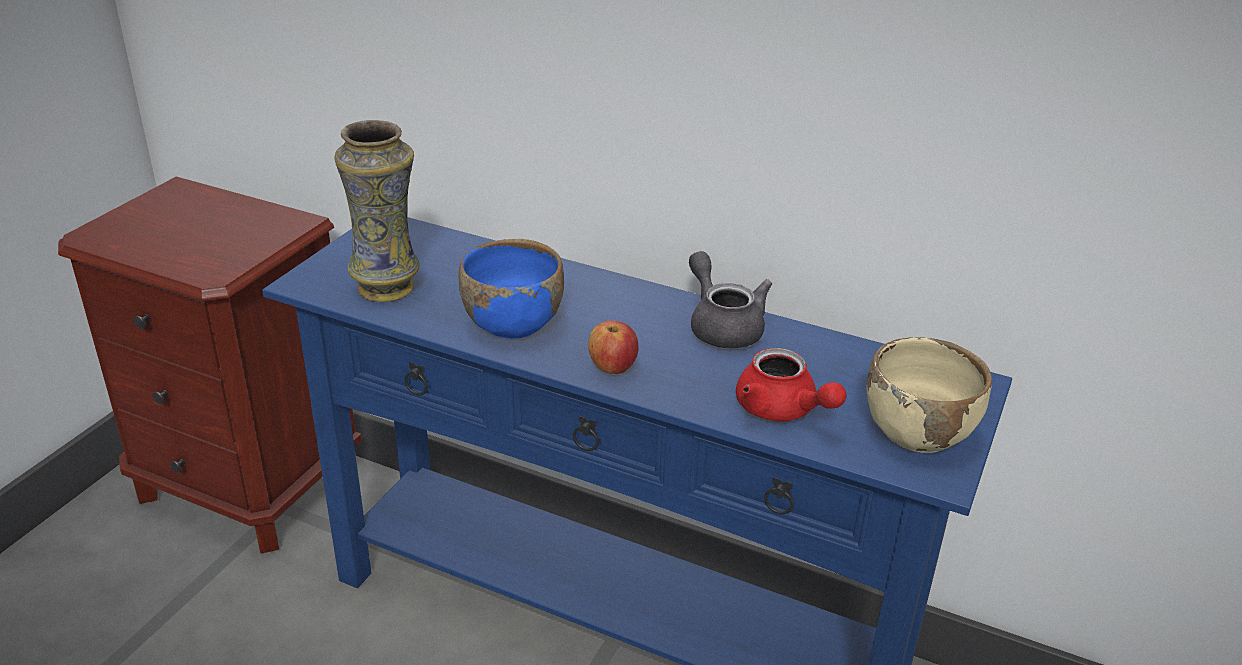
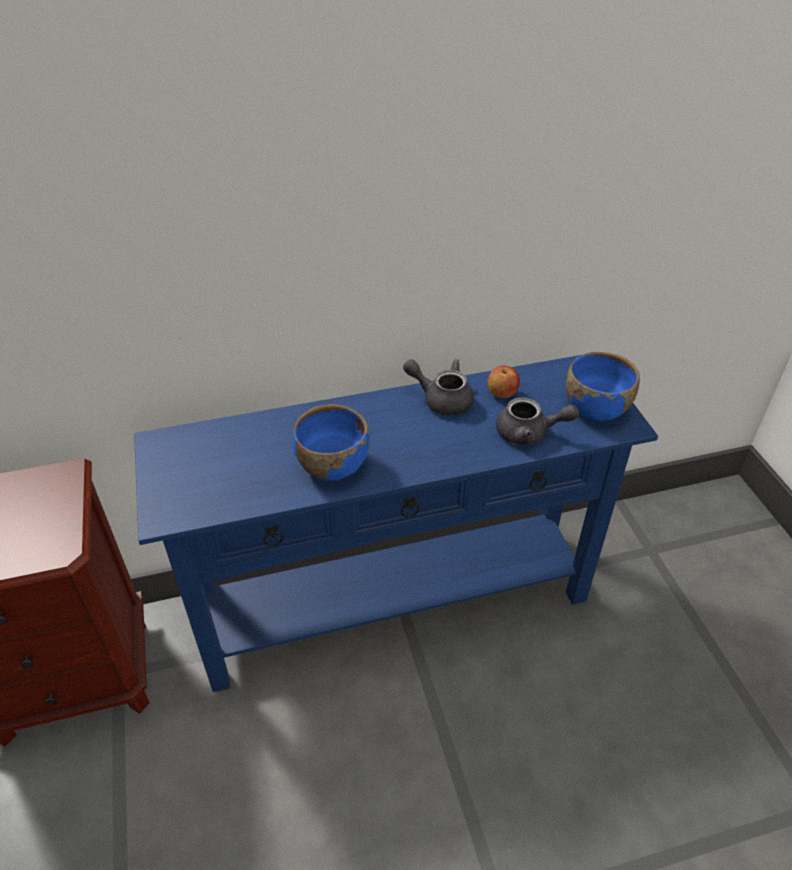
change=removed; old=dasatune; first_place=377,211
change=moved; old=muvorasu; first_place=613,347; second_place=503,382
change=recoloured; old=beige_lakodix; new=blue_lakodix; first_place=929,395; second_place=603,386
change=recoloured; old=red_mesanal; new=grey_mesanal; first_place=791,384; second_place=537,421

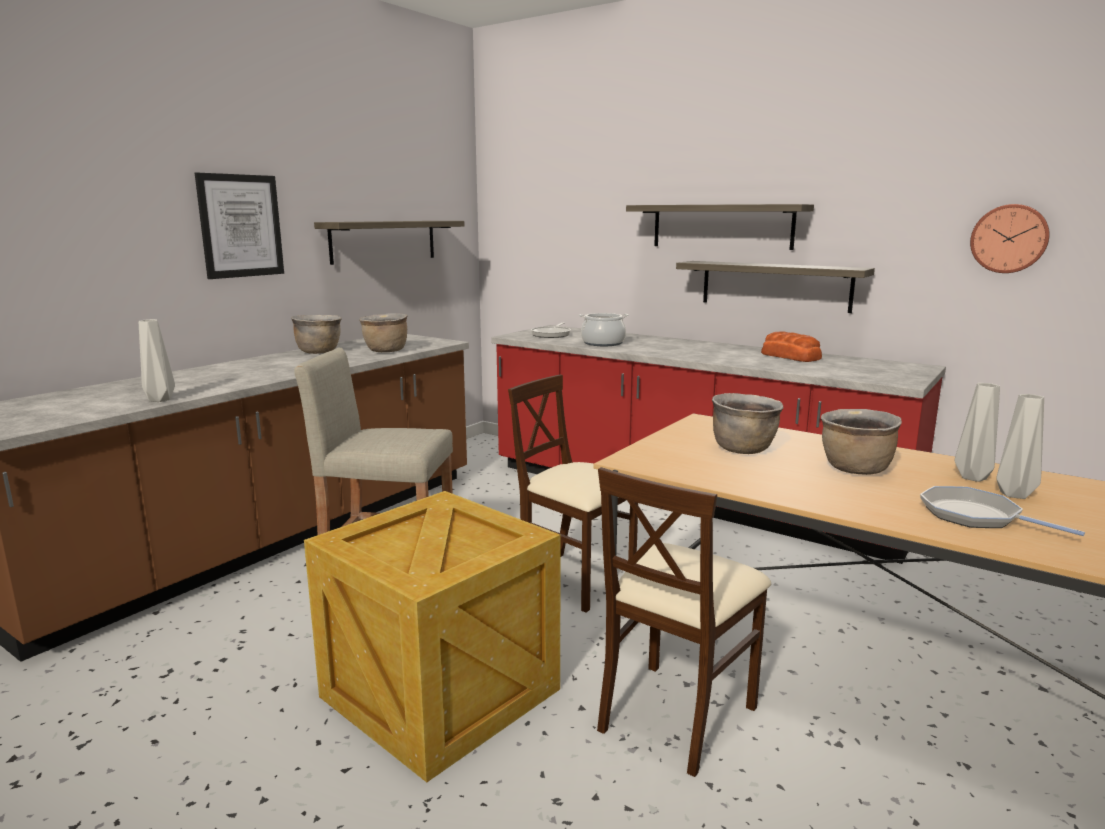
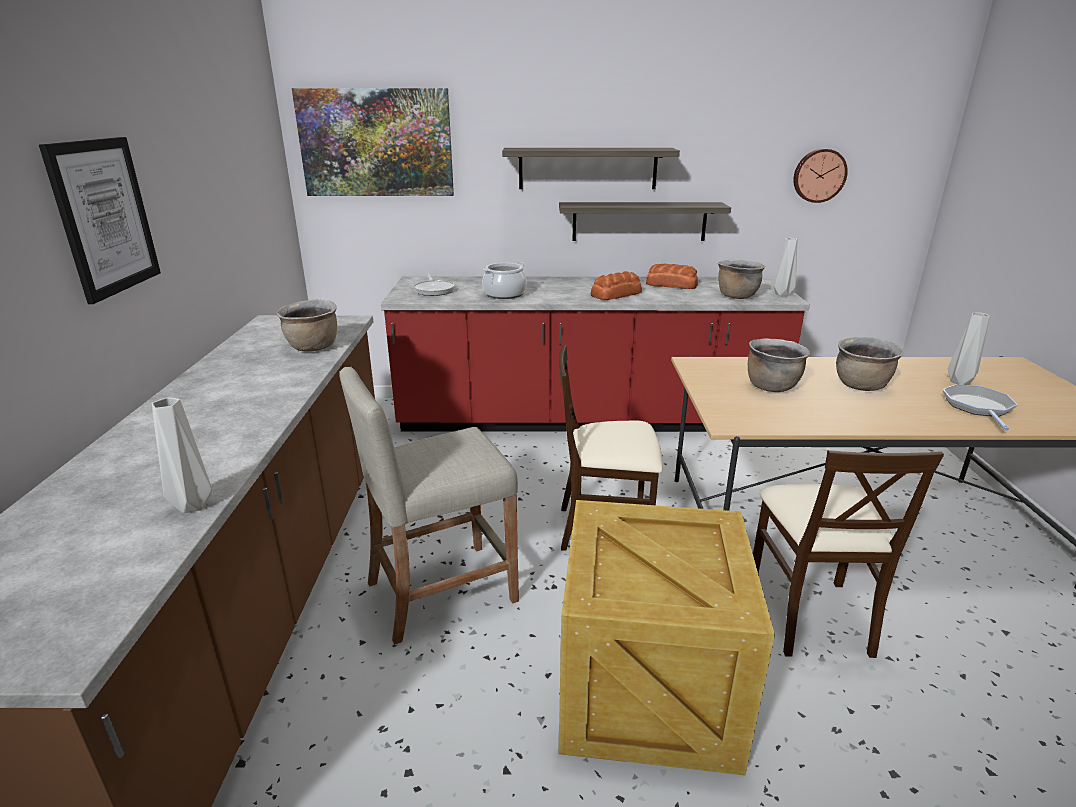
change=removed; old=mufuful; first_place=389,243
change=moved; old=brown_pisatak; first_place=316,334; second_place=741,279
change=moved; old=grey_dasatune; first_place=977,432; second_place=785,267
change=turned; old=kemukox; first_place=1002,511; second_place=980,407; degrees=90
change=added; new=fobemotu; second_place=373,142
change=added; new=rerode; second_place=616,285

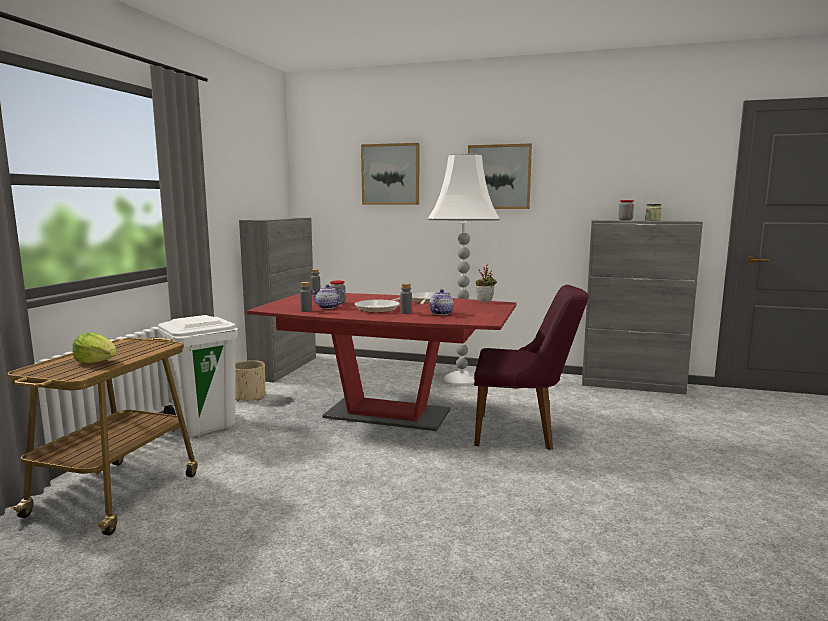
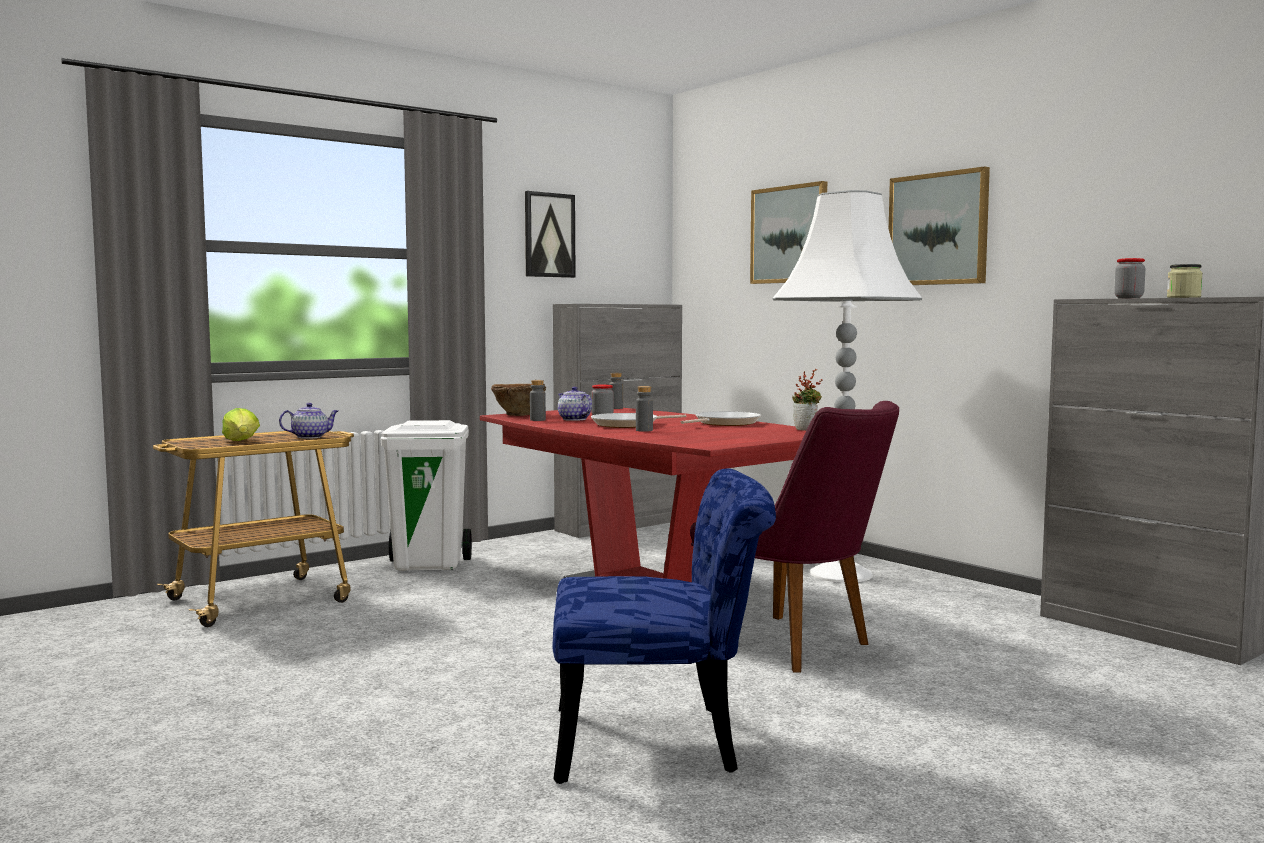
change=moved; old=mesanal; first_place=441,302; second_place=308,421
change=removed; old=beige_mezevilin; first_place=250,380
change=added; new=fobemotu; second_place=550,234
change=added; new=brown_lakodix; second_place=518,400
change=added; new=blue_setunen; second_place=664,626

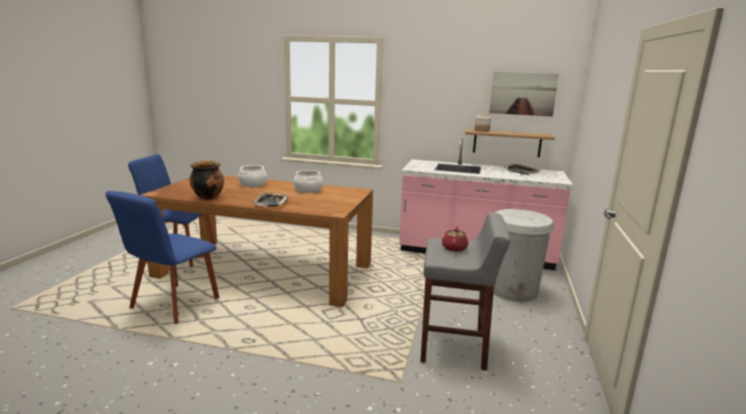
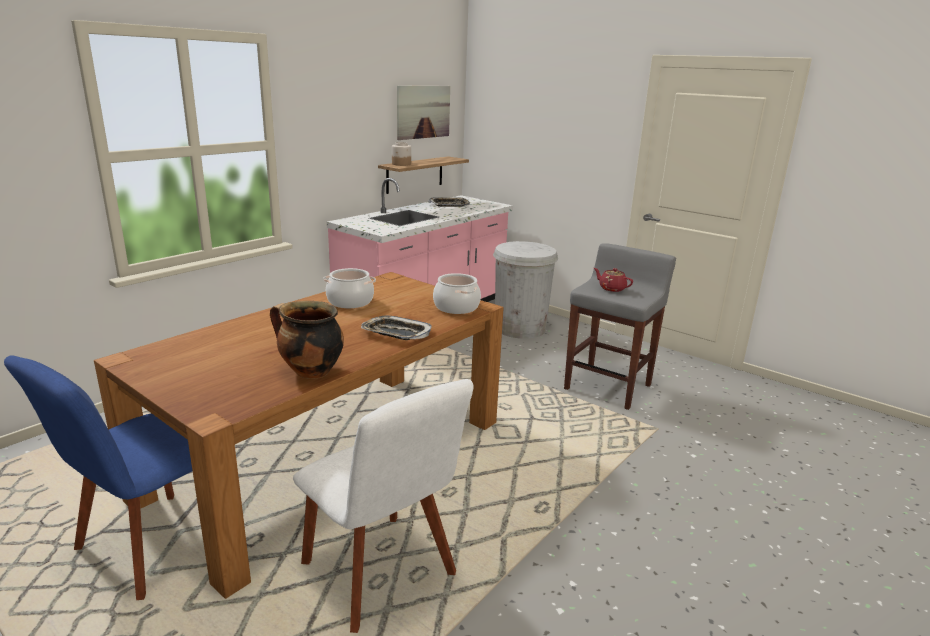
change=moved; old=pisatak; first_place=252,176; second_place=457,293
change=recoloured; old=blue_setunen; new=white_setunen; first_place=163,257; second_place=383,506

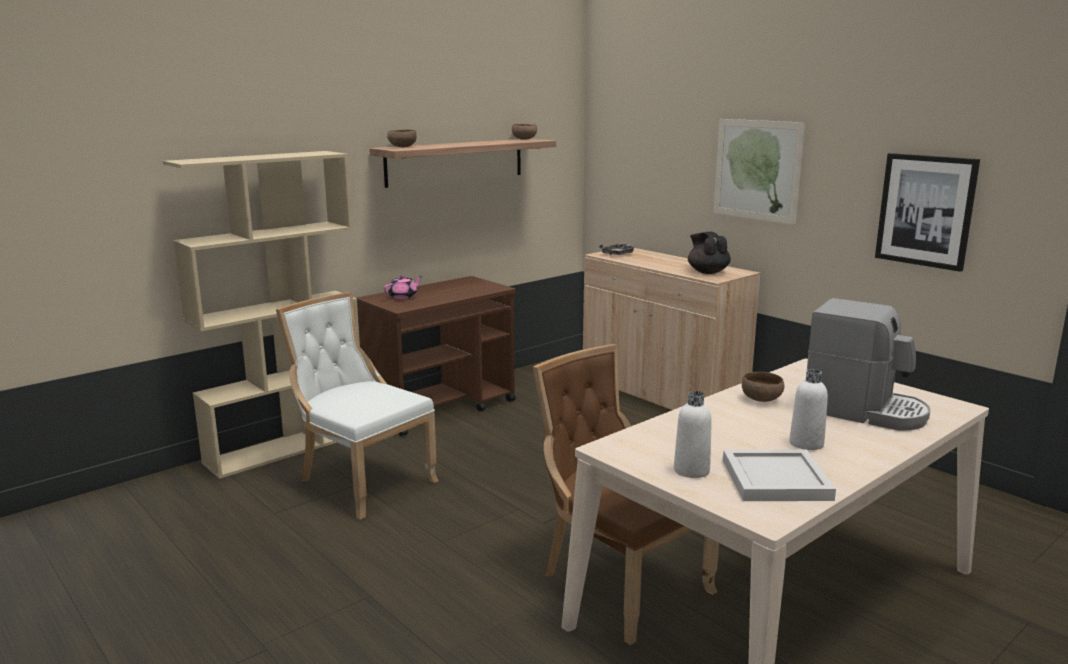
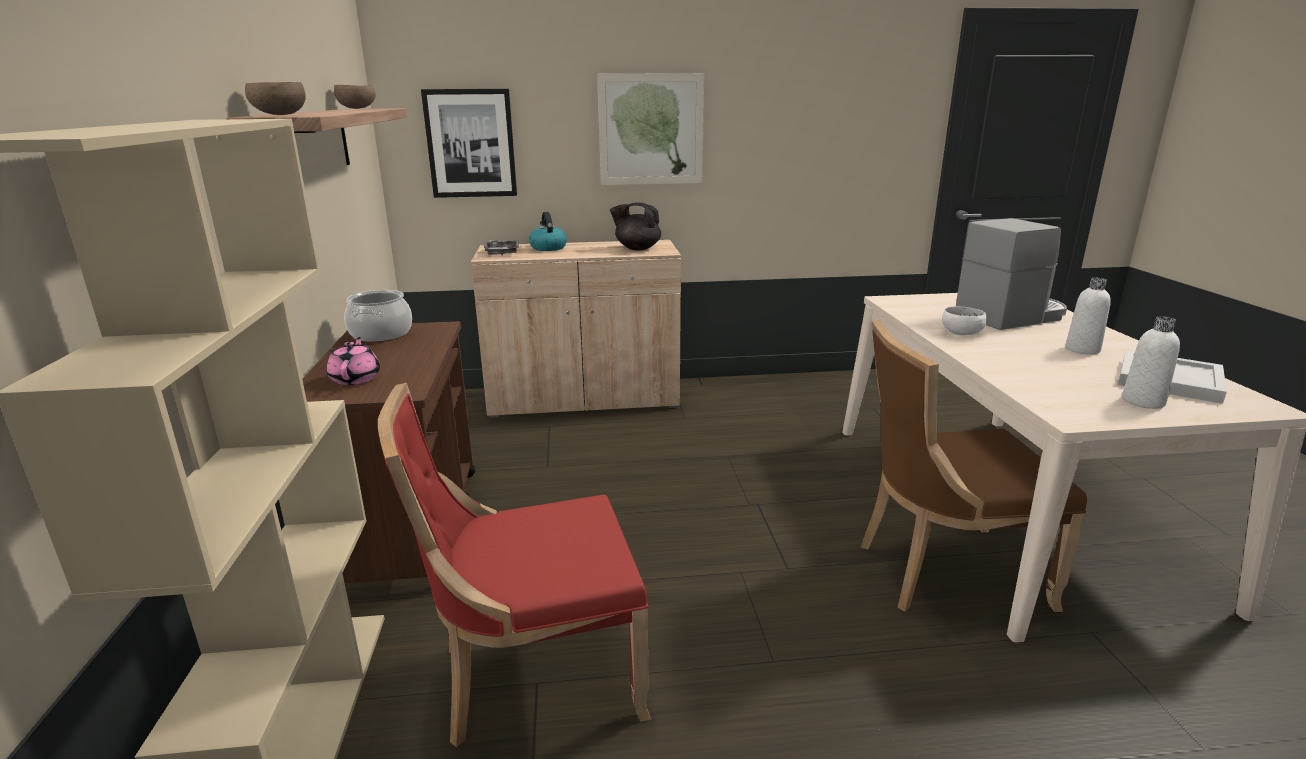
change=moved; old=fobemotu; first_place=927,212; second_place=469,143
change=recoloured; old=white_setunen; new=red_setunen; first_place=357,406; second_place=514,565
change=recoloured; old=brown_lakodix; new=white_lakodix; first_place=763,387; second_place=964,320
change=added; new=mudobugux; second_place=548,231
change=added; new=pisatak; second_place=378,316

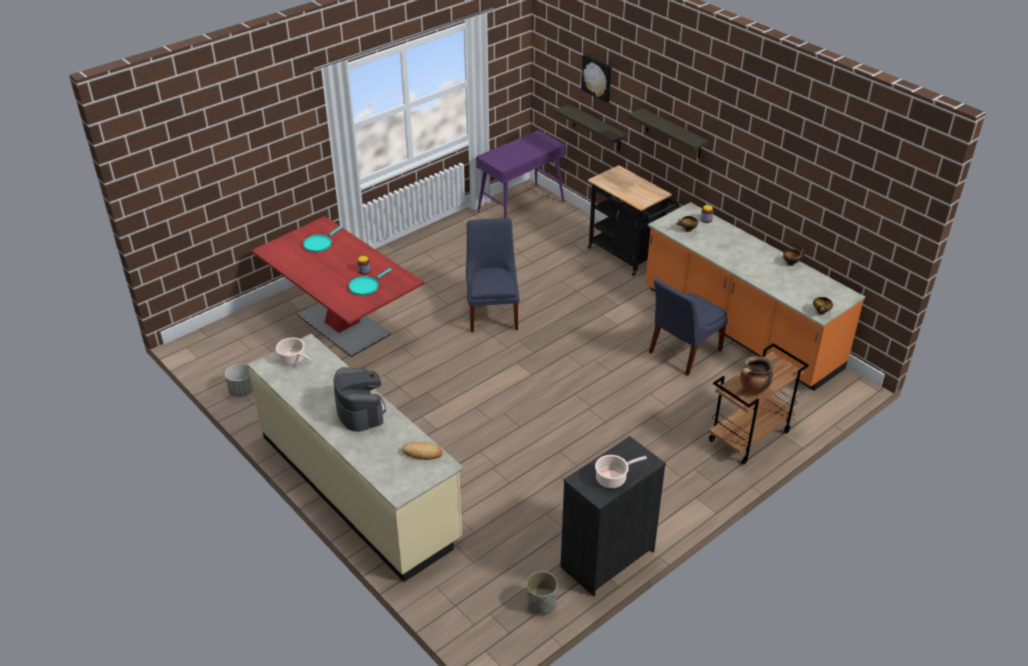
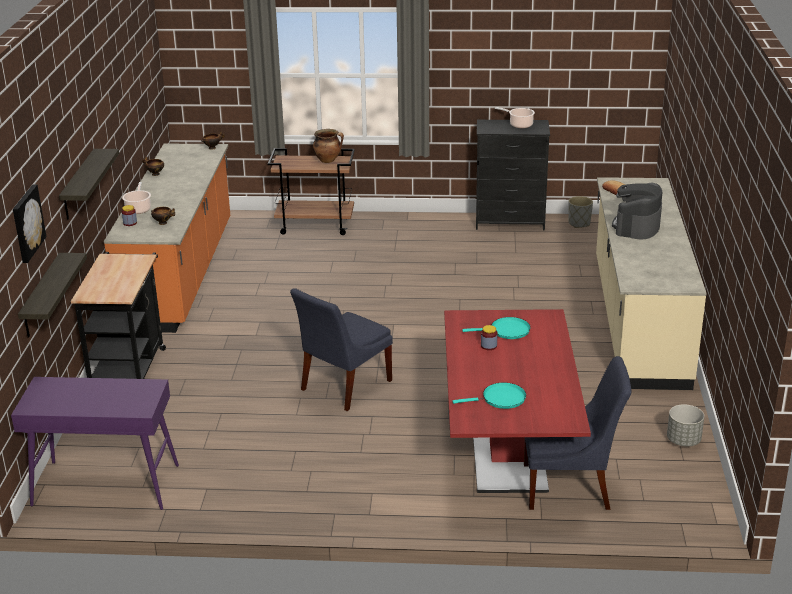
change=moved; old=blue_setunen; first_place=688,327; second_place=578,433
change=moved; old=pisatak; first_place=294,351; second_place=136,198

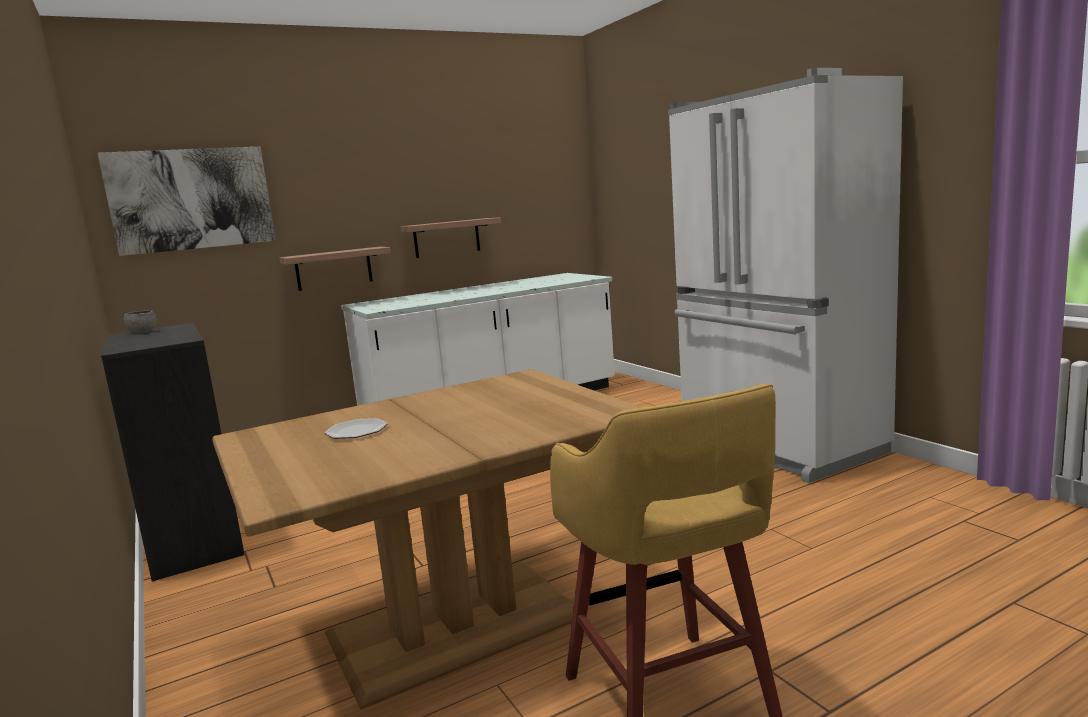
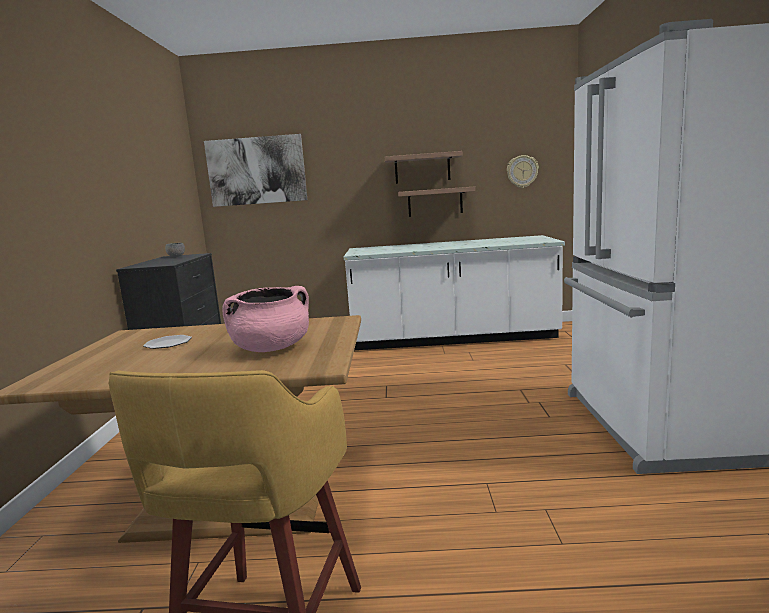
change=moved; old=mufuful; first_place=335,269; second_place=423,167
change=added; new=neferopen; second_place=523,171
change=added; new=pink_pisatak; second_place=265,319

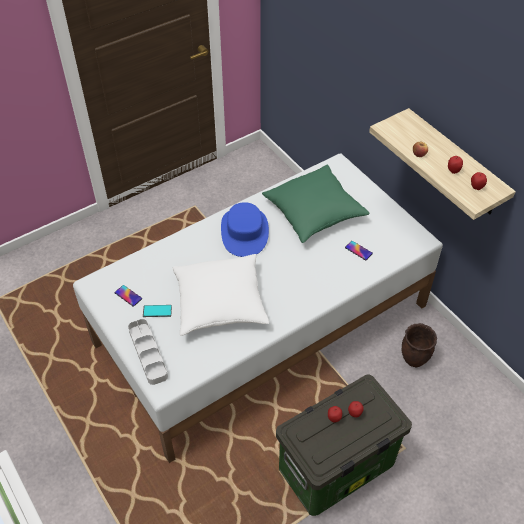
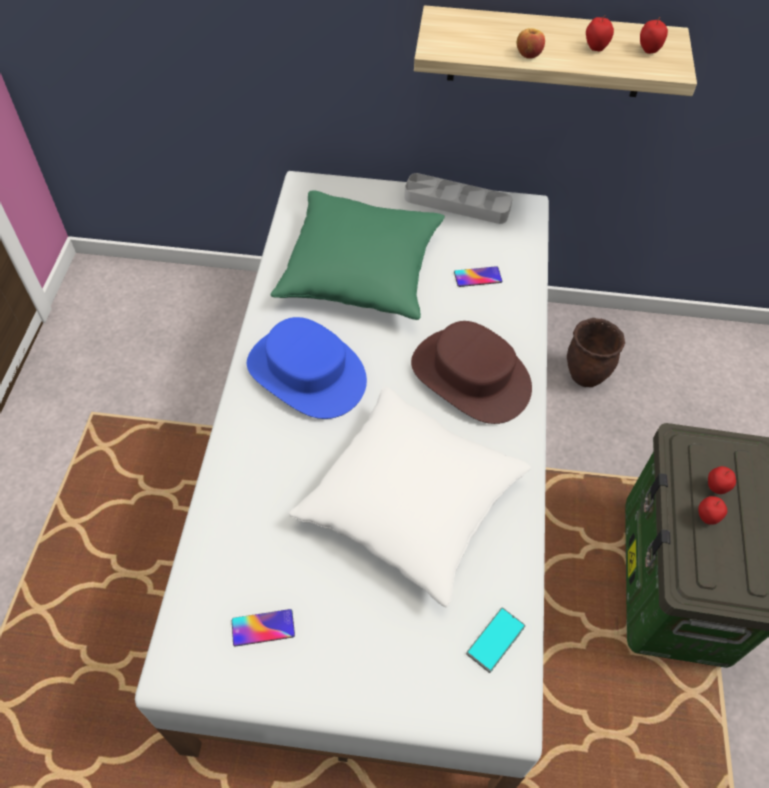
change=moved; old=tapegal; first_place=157,311; second_place=495,640
change=moved; old=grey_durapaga; first_place=148,352; second_place=458,198
change=added; new=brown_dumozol; second_place=471,372

